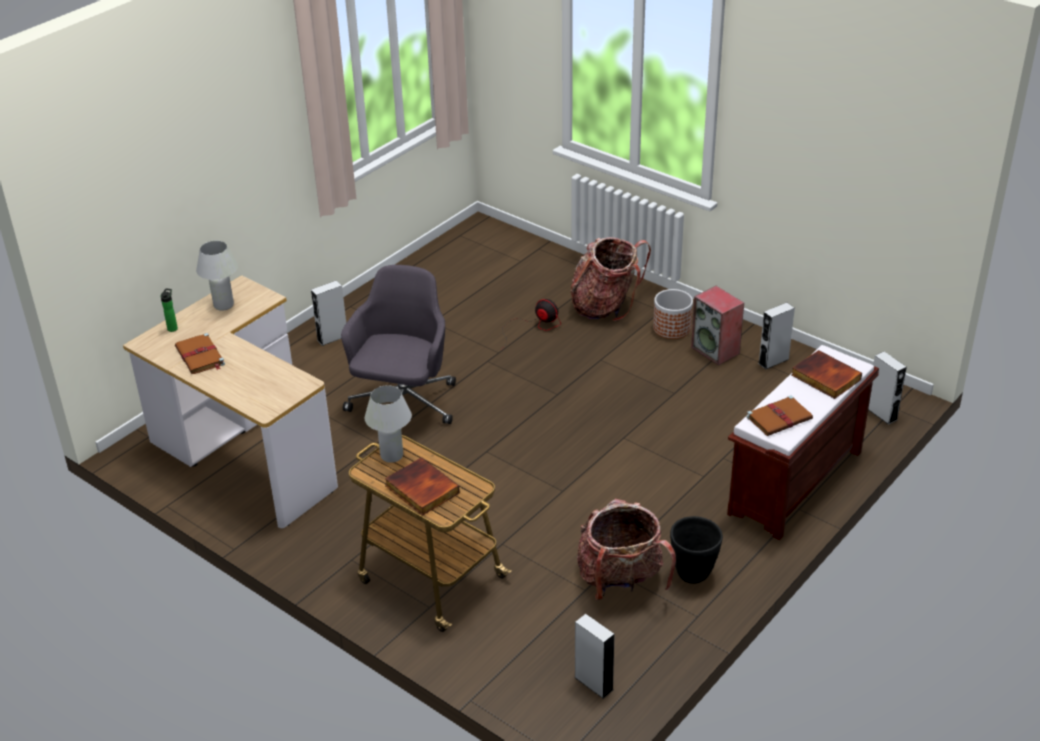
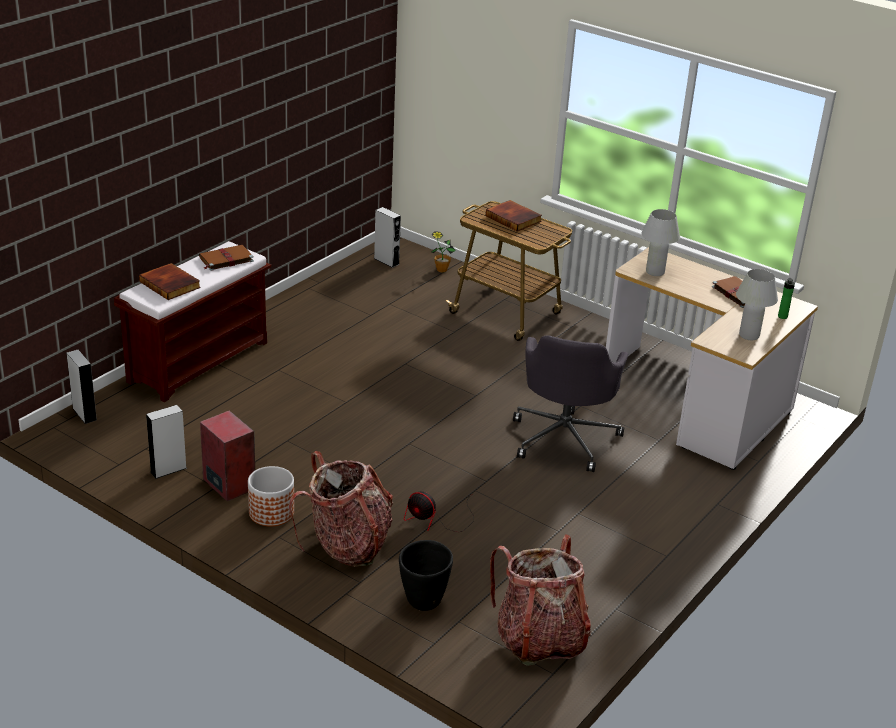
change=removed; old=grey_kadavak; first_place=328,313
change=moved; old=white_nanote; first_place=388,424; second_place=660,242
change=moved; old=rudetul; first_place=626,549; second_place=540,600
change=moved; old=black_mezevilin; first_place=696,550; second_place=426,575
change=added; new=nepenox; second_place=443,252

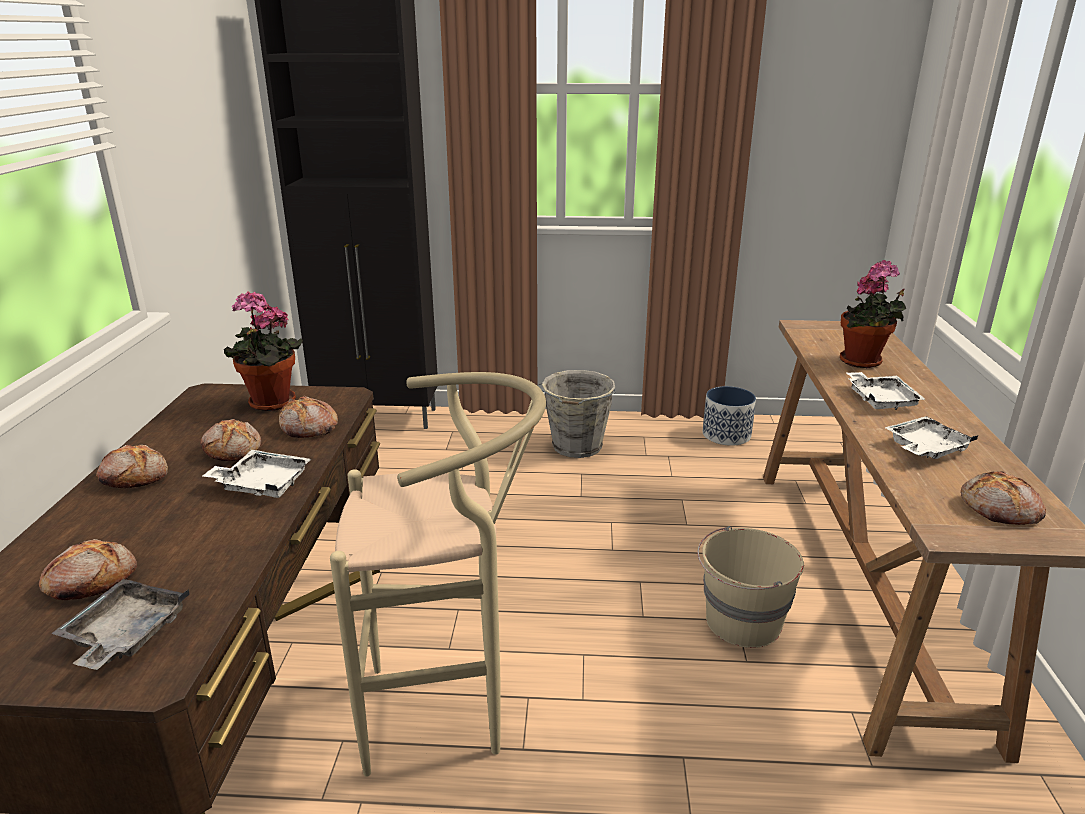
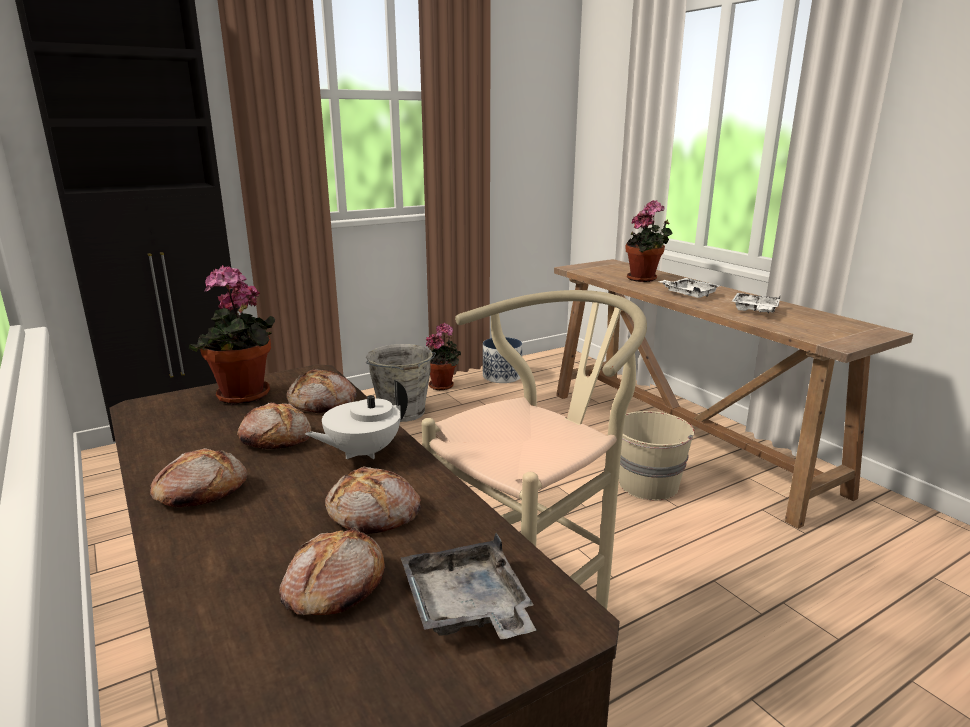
change=replaced; old=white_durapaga; new=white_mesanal; first_place=256,474; second_place=356,419
change=moved; old=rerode; first_place=1003,498; second_place=373,500
change=added; new=nepenox; second_place=443,356

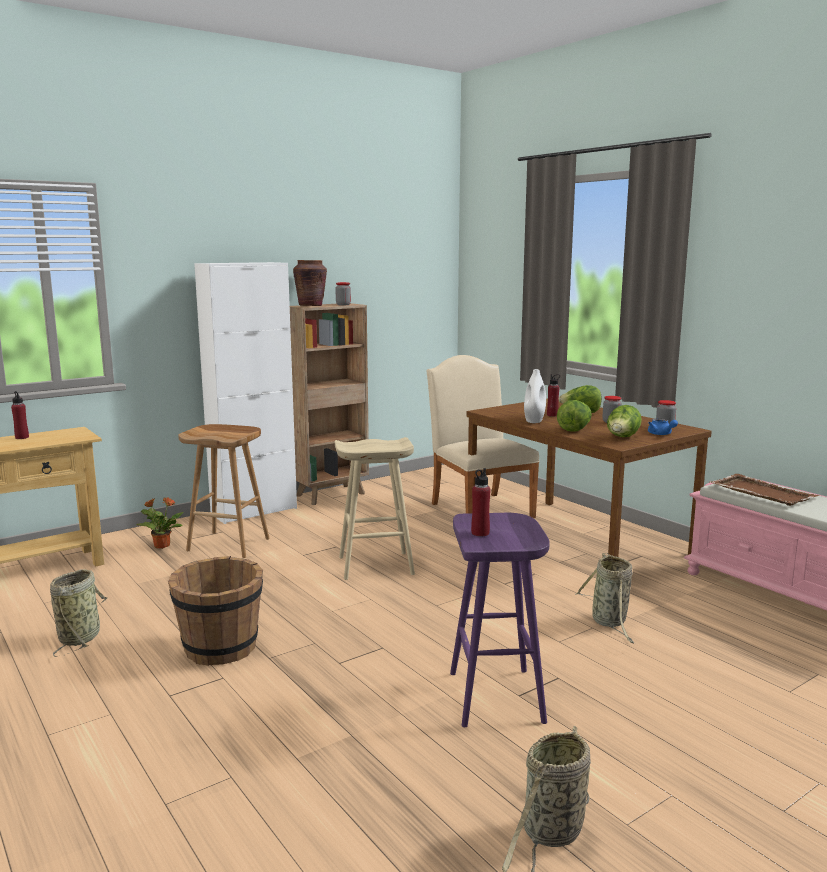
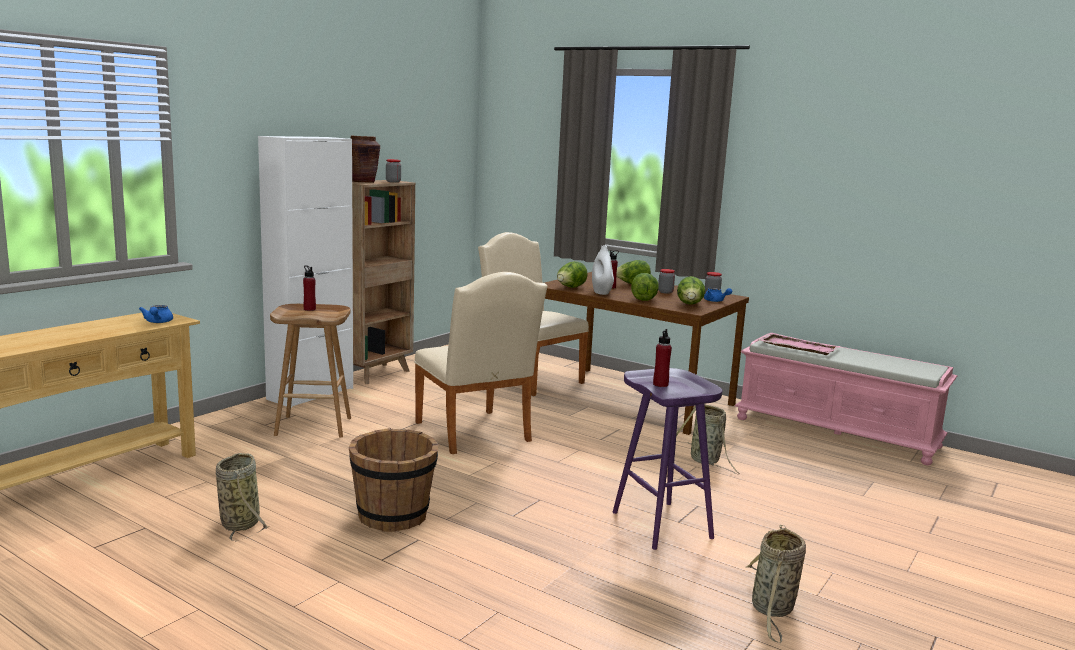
change=moved; old=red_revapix; first_place=20,415; second_place=309,288
change=replaced; old=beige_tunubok; new=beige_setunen; first_place=375,508; second_place=480,363
change=recoloured; old=brown_durapaga; new=pink_durapaga; first_place=764,490; second_place=799,344
change=removed; old=nepenox; first_place=160,523
change=added; new=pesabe; second_place=572,274
change=added; new=blue_mesanal; second_place=156,314

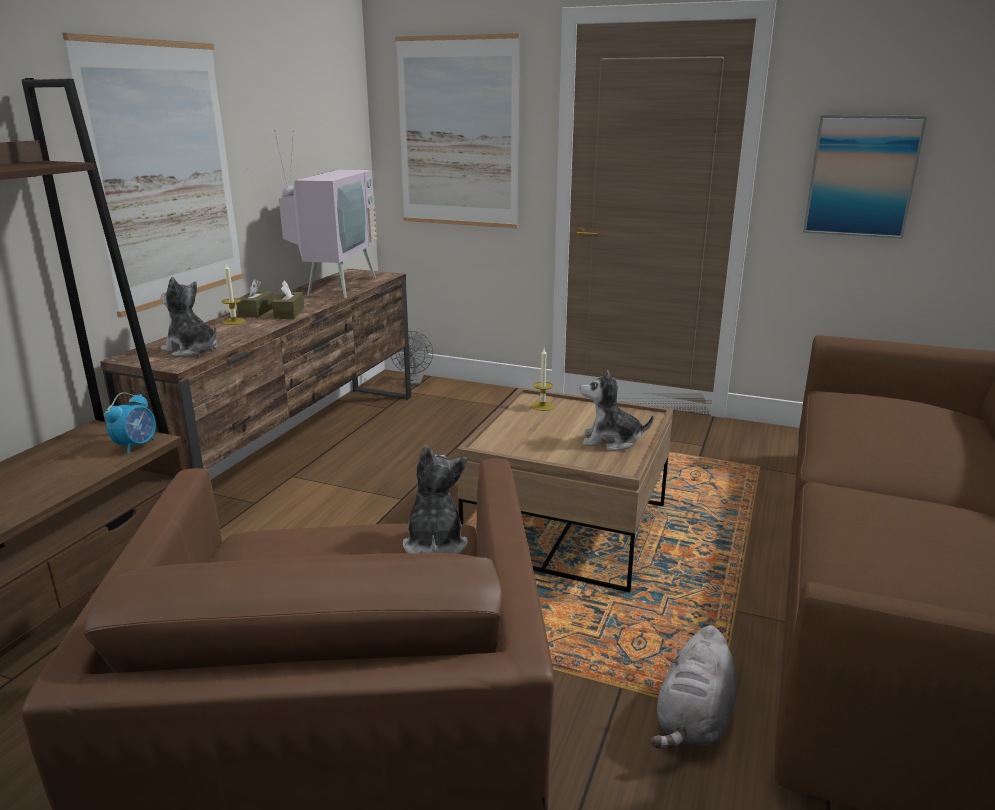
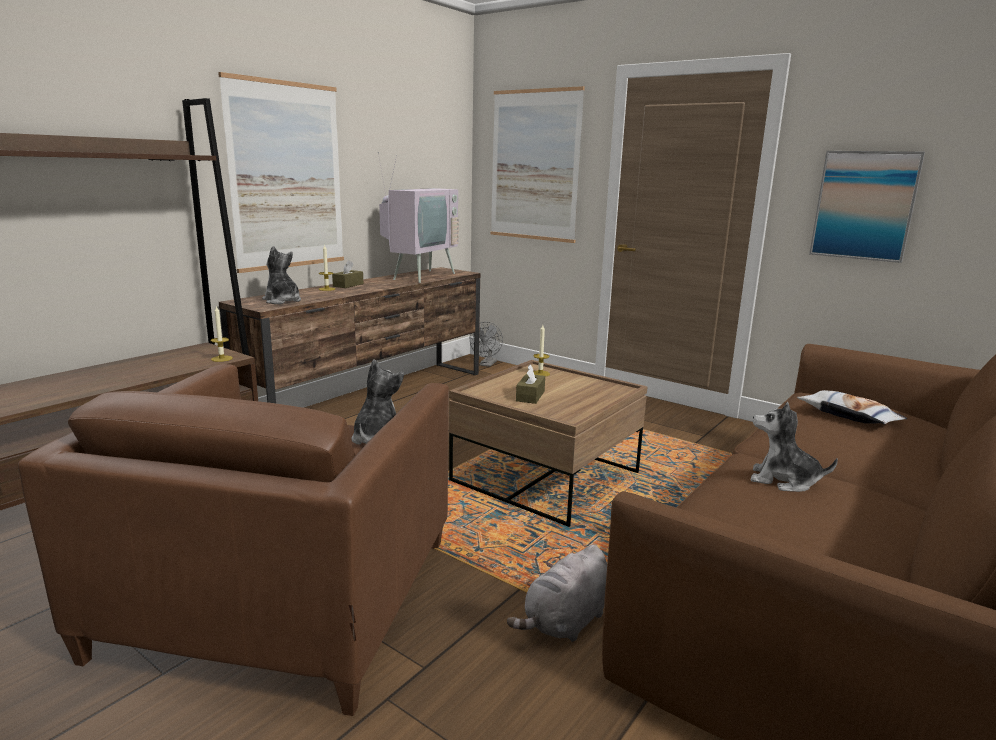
change=moved; old=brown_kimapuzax; first_place=288,299; second_place=530,384
change=moved; old=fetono; first_place=617,410; second_place=794,447
change=replaced; old=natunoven; new=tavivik; first_place=130,423; second_place=222,333
change=added; new=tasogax; second_place=852,407

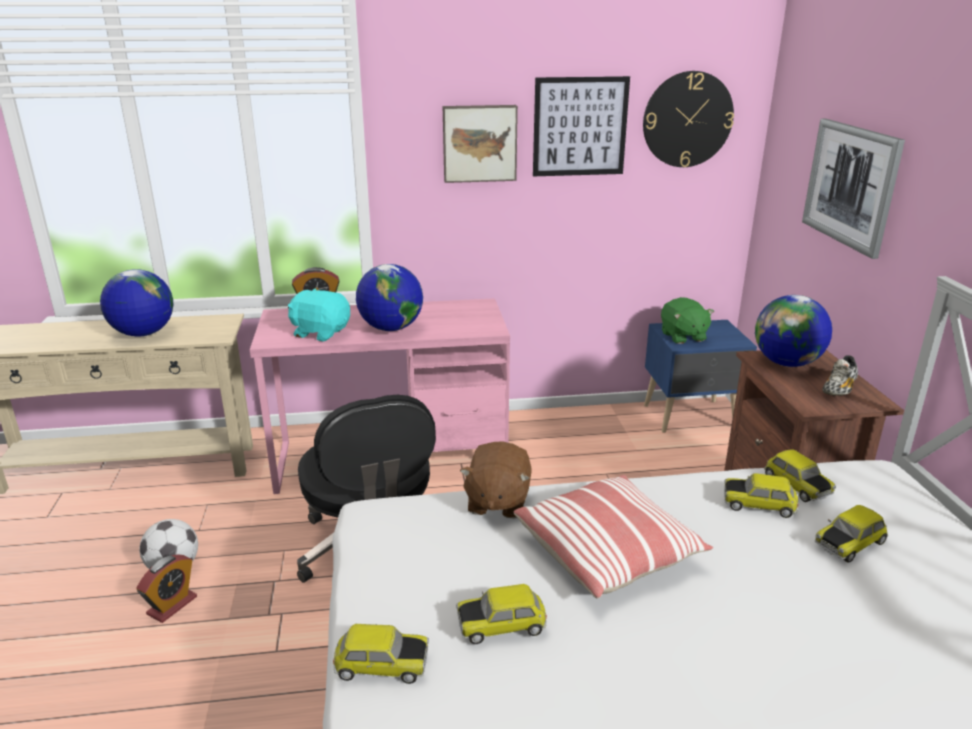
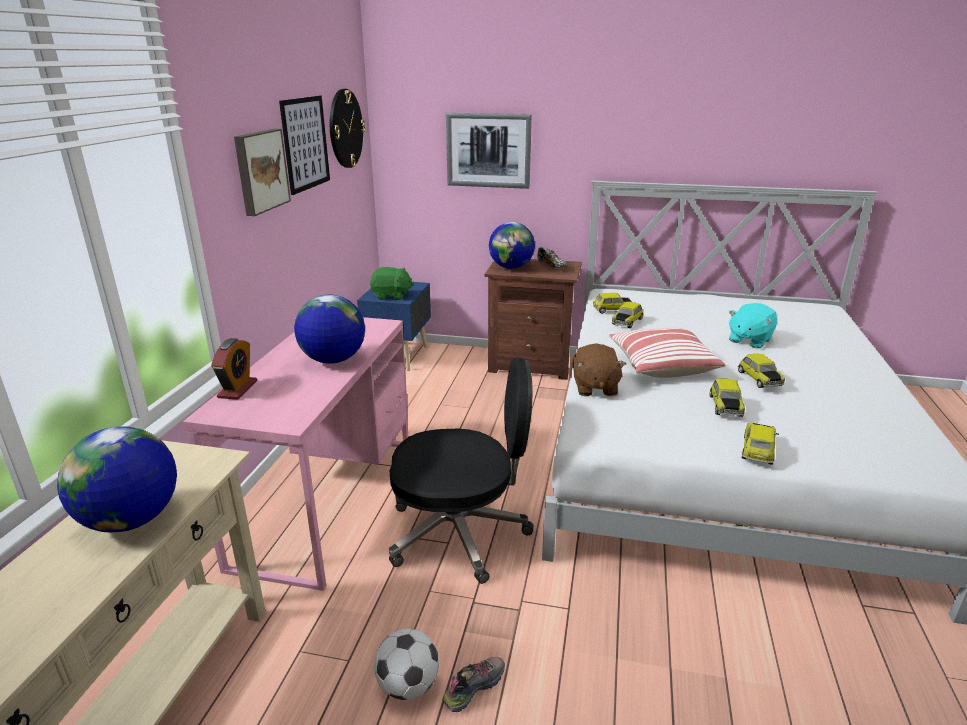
change=moved; old=turquoise_fetono; first_place=319,315; second_place=753,325
change=turned; old=brown_fetono; first_place=495,480; second_place=599,369; degrees=60
change=moved; old=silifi; first_place=851,534; second_place=761,371
change=replaced; old=natunoven; new=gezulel; first_place=166,588; second_place=473,684

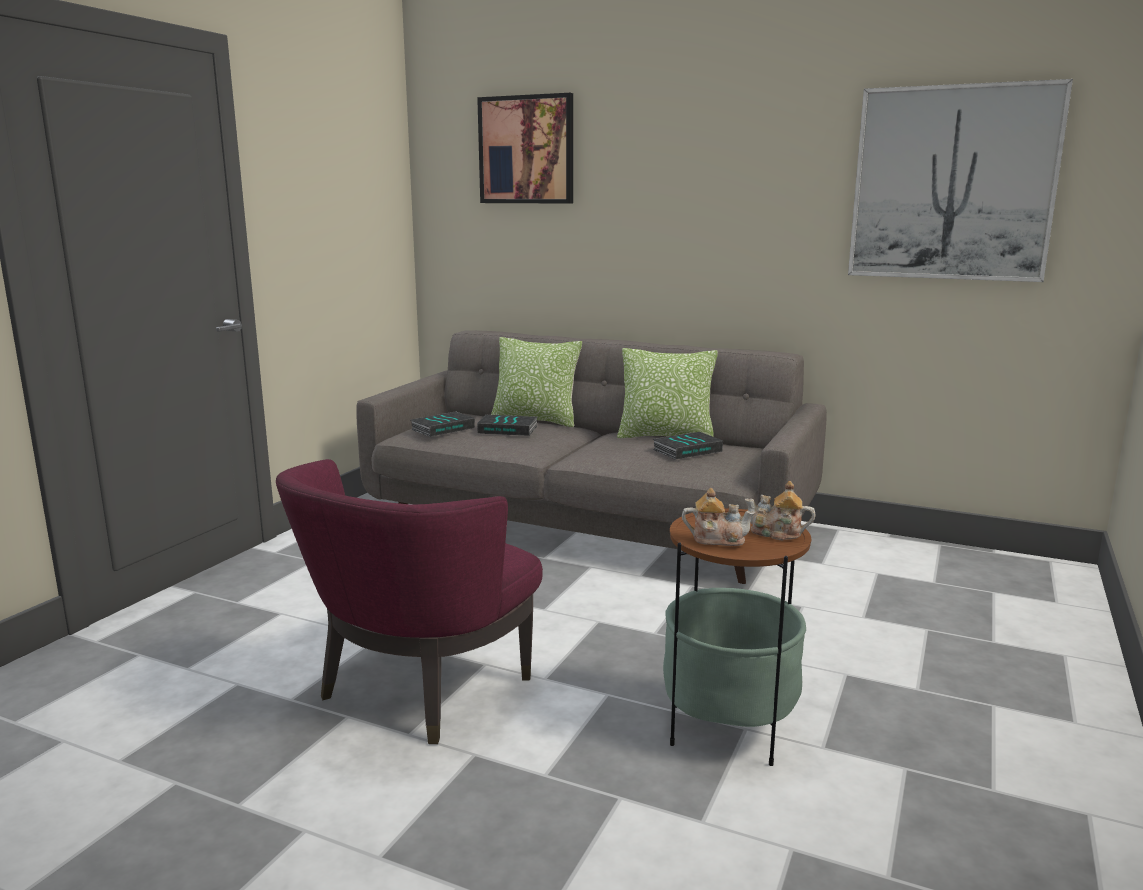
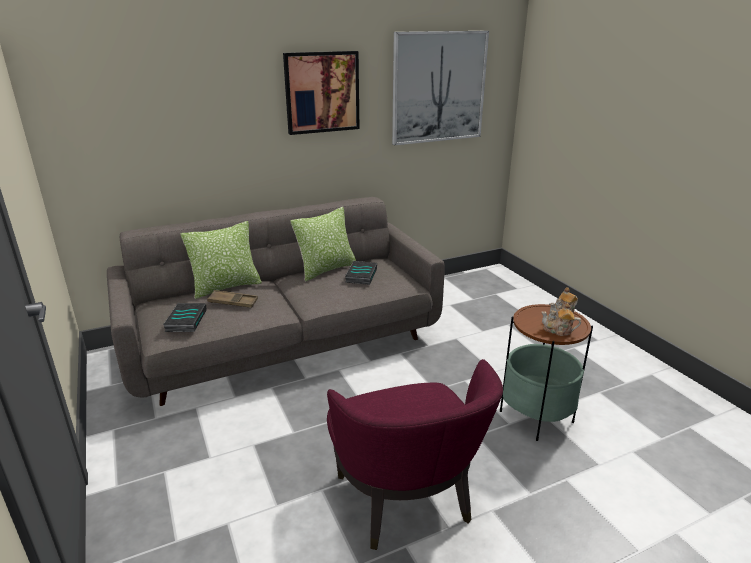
change=moved; old=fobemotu; first_place=525,148; second_place=321,93
change=replaced; old=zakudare; new=brown_durapaga; first_place=507,425; second_place=232,299
change=turned; old=mesanal; first_place=718,517; second_place=561,319; degrees=-120

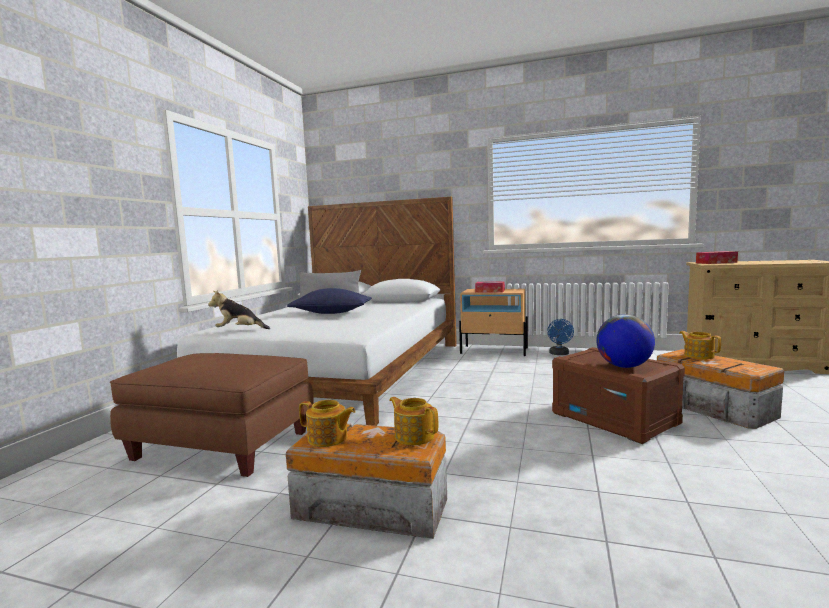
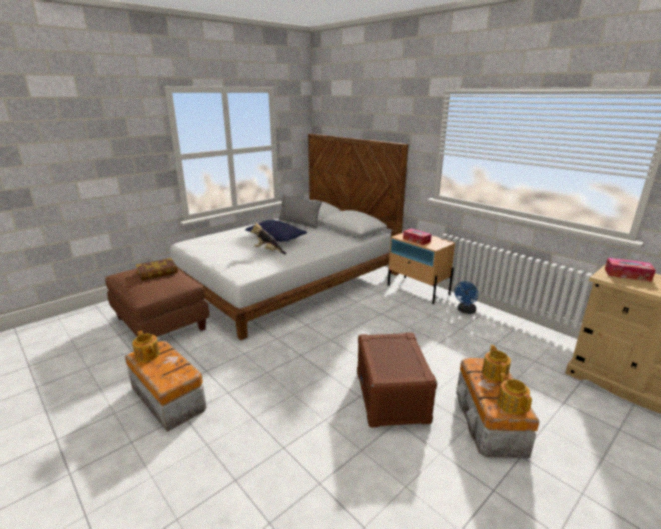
change=moved; old=fetono; first_place=239,309; second_place=268,238
change=removed; old=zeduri; first_place=625,341
change=moved; old=mesanal; first_place=413,421; second_place=514,394
change=added; new=zakudare; second_place=157,269

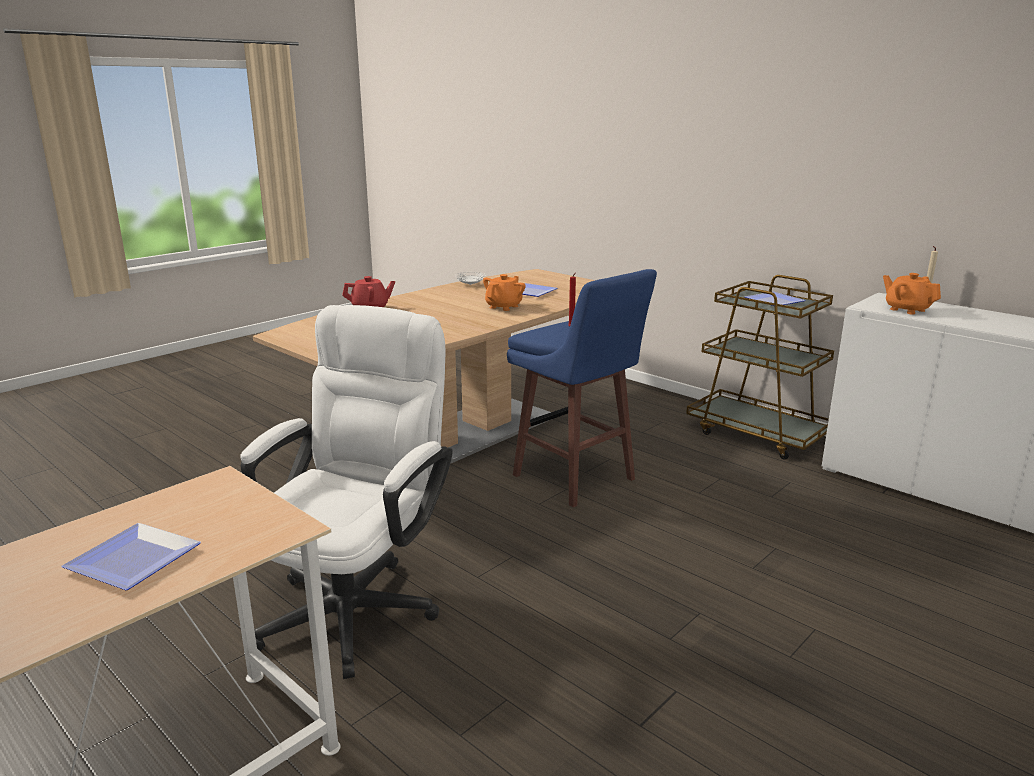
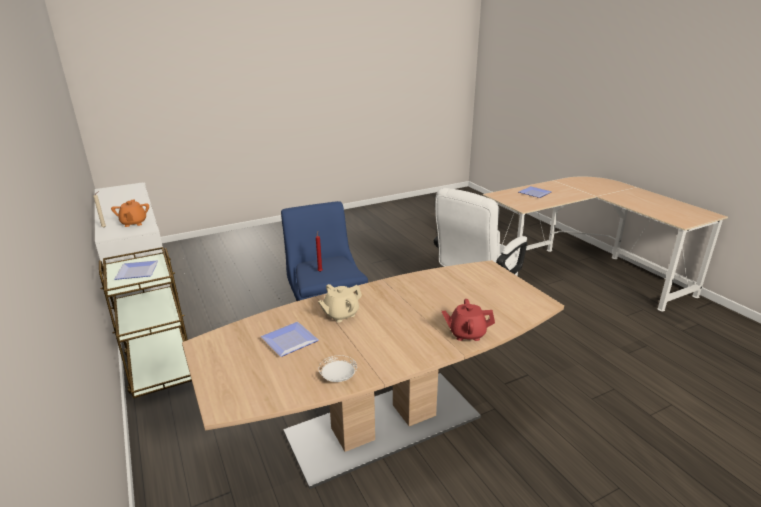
change=recoloured; old=orange_mesanal; new=beige_mesanal; first_place=504,292; second_place=340,303

